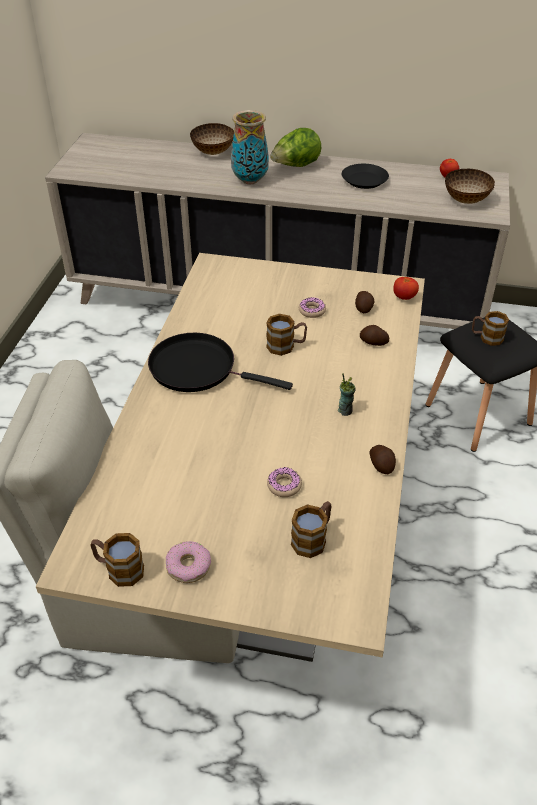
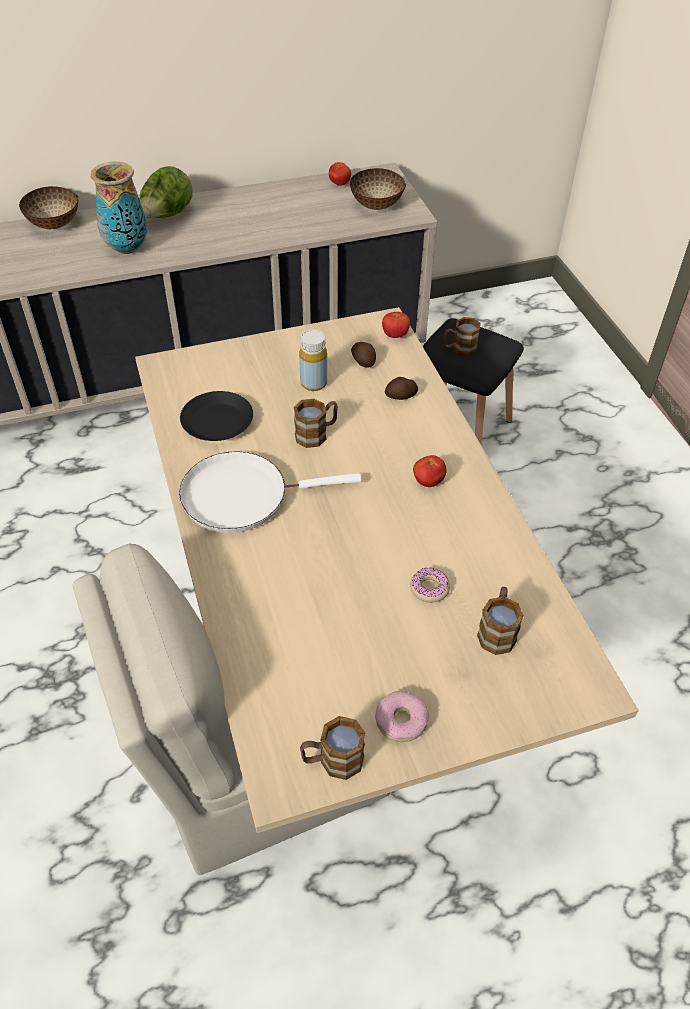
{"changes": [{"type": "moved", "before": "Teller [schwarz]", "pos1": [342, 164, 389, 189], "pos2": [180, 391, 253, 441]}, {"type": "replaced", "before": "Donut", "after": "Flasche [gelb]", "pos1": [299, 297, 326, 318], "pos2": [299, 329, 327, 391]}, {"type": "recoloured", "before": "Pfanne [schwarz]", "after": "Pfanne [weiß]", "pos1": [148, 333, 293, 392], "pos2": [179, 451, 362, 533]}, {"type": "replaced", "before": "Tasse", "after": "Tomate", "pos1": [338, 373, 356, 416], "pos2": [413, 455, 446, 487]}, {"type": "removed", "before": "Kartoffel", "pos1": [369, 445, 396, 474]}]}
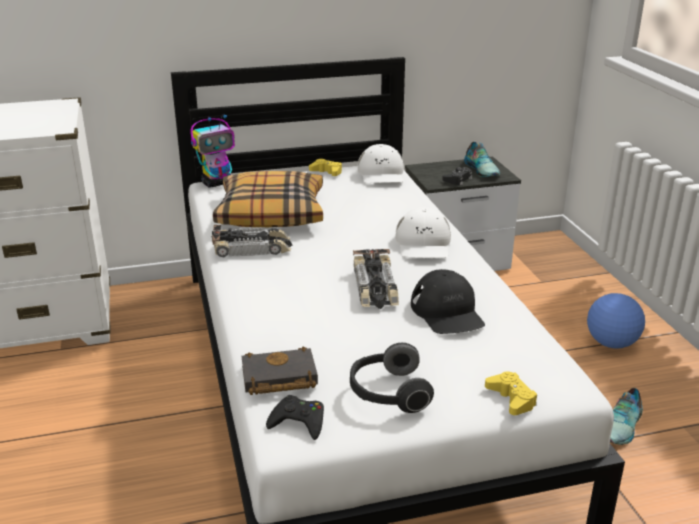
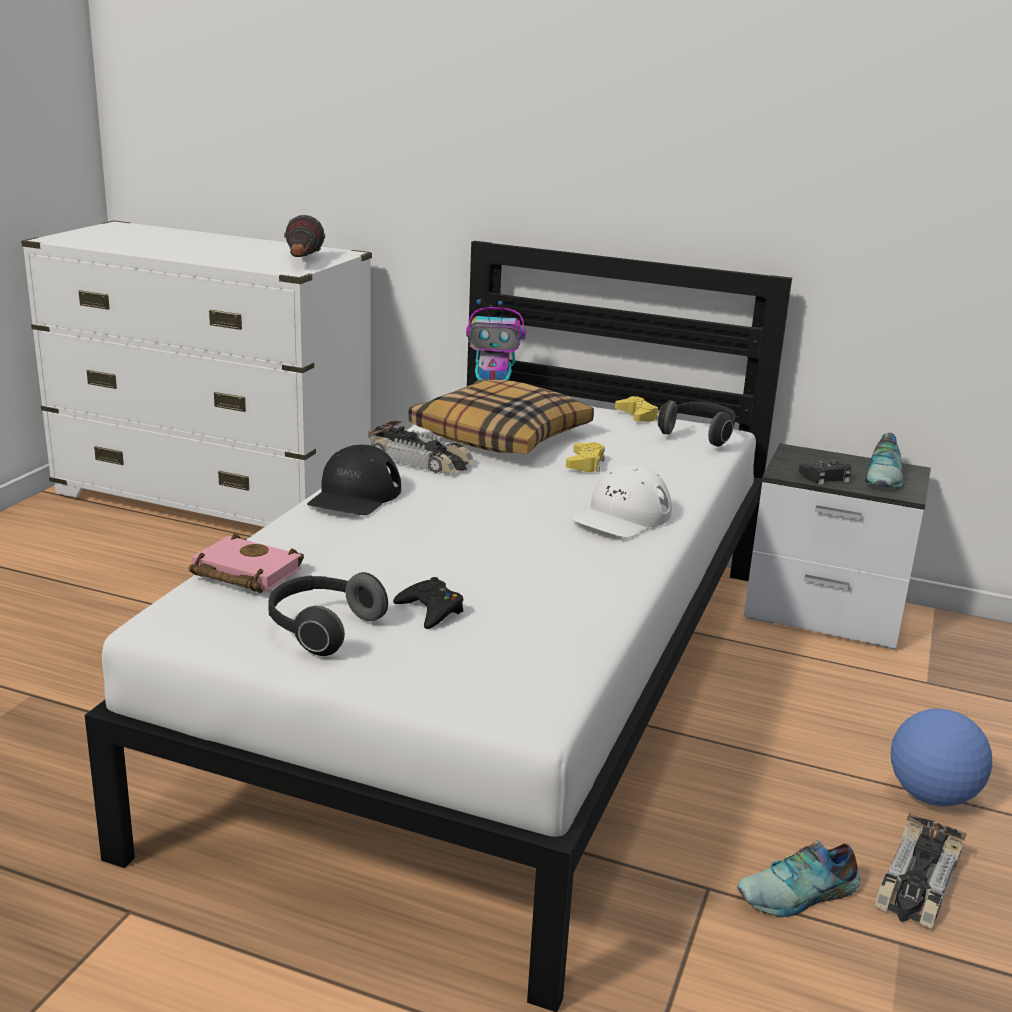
{"changes": [{"type": "replaced", "before": "Kappe [weiß]", "after": "Kopfhörer", "pos1": [358, 144, 404, 183], "pos2": [658, 400, 735, 447]}, {"type": "moved", "before": "Spielzeugauto", "pos1": [353, 249, 399, 309], "pos2": [874, 813, 967, 929]}, {"type": "moved", "before": "Kappe [schwarz]", "pos1": [411, 269, 485, 334], "pos2": [307, 445, 401, 515]}, {"type": "recoloured", "before": "Buch [schwarz]", "after": "Buch [rosa]", "pos1": [242, 346, 318, 395], "pos2": [188, 534, 304, 593]}, {"type": "moved", "before": "Gamepad [gelb]", "pos1": [485, 372, 537, 415], "pos2": [566, 442, 605, 472]}, {"type": "moved", "before": "Gamepad [schwarz]", "pos1": [266, 395, 324, 440], "pos2": [393, 577, 463, 629]}, {"type": "added", "after": "Taschenlampe", "pos2": [284, 215, 325, 257]}]}
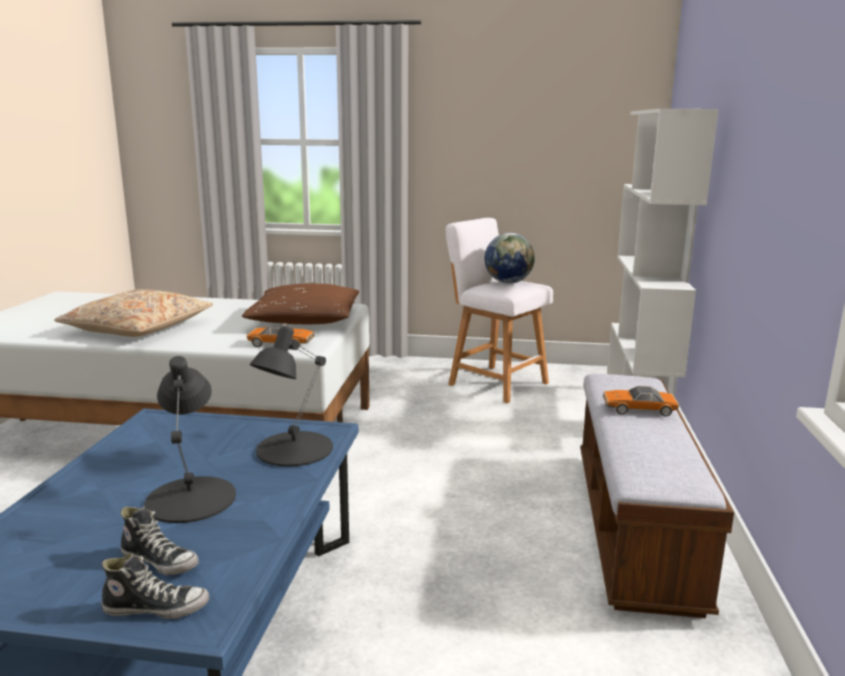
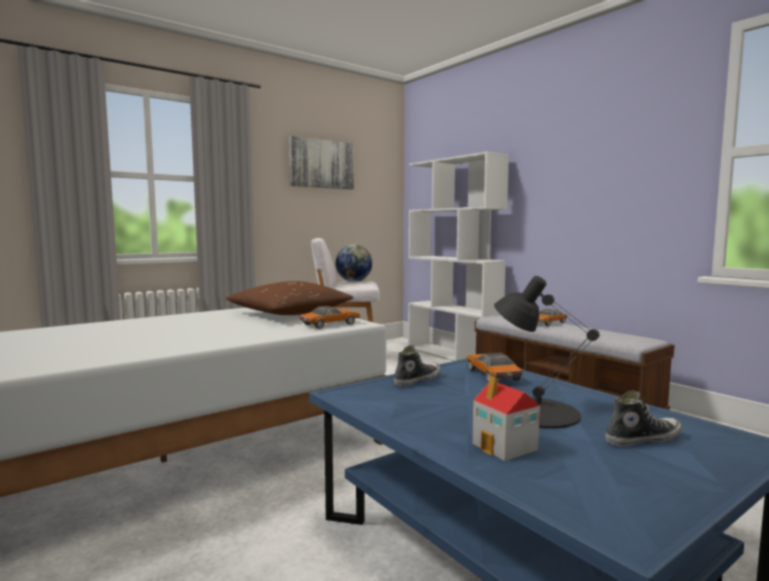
{"changes": [{"type": "removed", "before": "Kissen [beige]", "pos1": [54, 289, 213, 337]}, {"type": "replaced", "before": "Tischlampe [schwarz]", "after": "Spielzeugauto", "pos1": [250, 326, 333, 467], "pos2": [466, 353, 523, 382]}, {"type": "moved", "before": "Schuh", "pos1": [101, 553, 210, 619], "pos2": [394, 345, 440, 386]}, {"type": "added", "after": "Bild", "pos2": [289, 136, 354, 189]}, {"type": "added", "after": "Spielzeughaus", "pos2": [472, 376, 540, 461]}]}
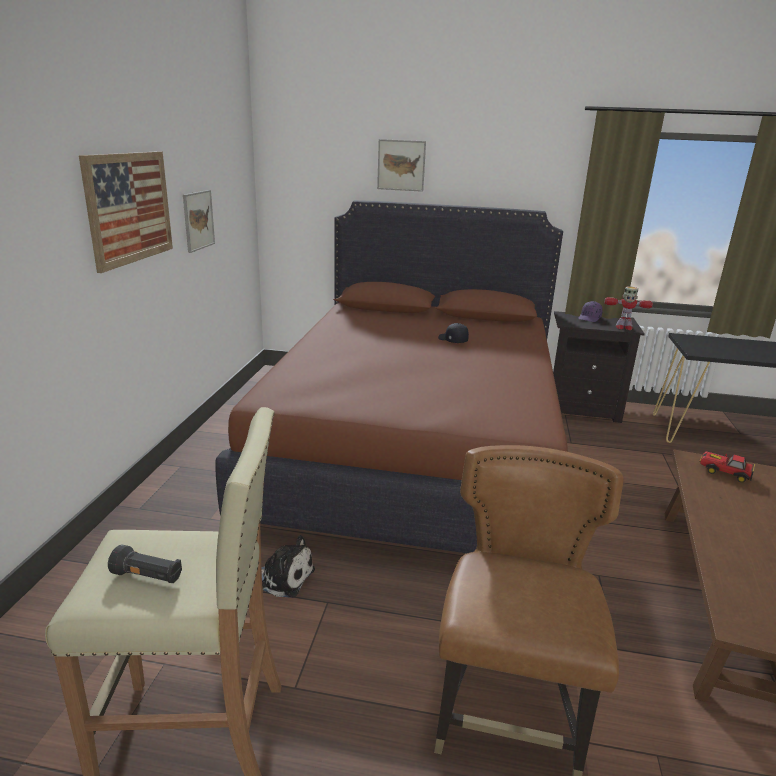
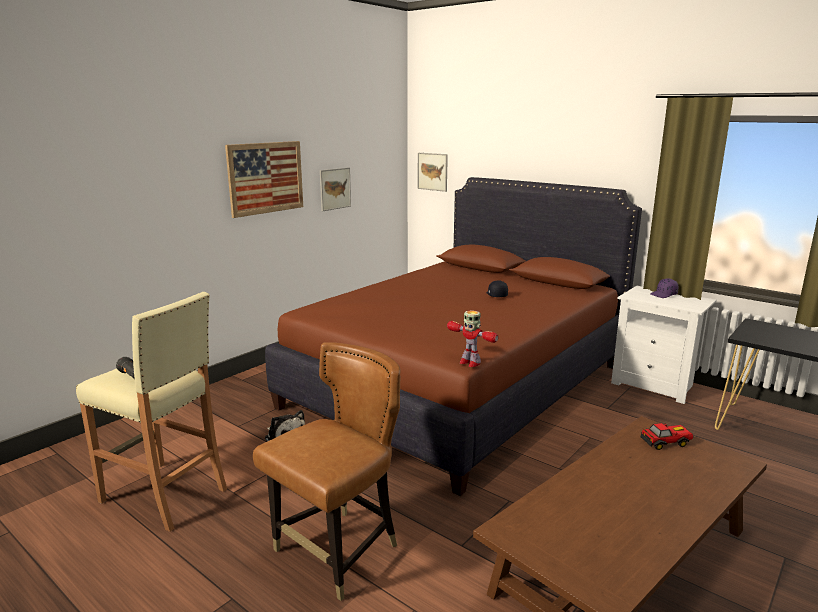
{"changes": [{"type": "moved", "before": "Bild", "pos1": [377, 139, 426, 192], "pos2": [418, 153, 448, 192]}, {"type": "moved", "before": "Spielzeugroboter", "pos1": [604, 287, 653, 330], "pos2": [447, 310, 499, 367]}, {"type": "recoloured", "before": "Nachttisch [schwarz]", "after": "Nachttisch [weiß]", "pos1": [553, 311, 645, 423], "pos2": [611, 286, 717, 404]}, {"type": "turned", "before": "Spielzeugauto", "pos1": [700, 452, 755, 483], "pos2": [640, 423, 693, 450], "turn": 105}]}
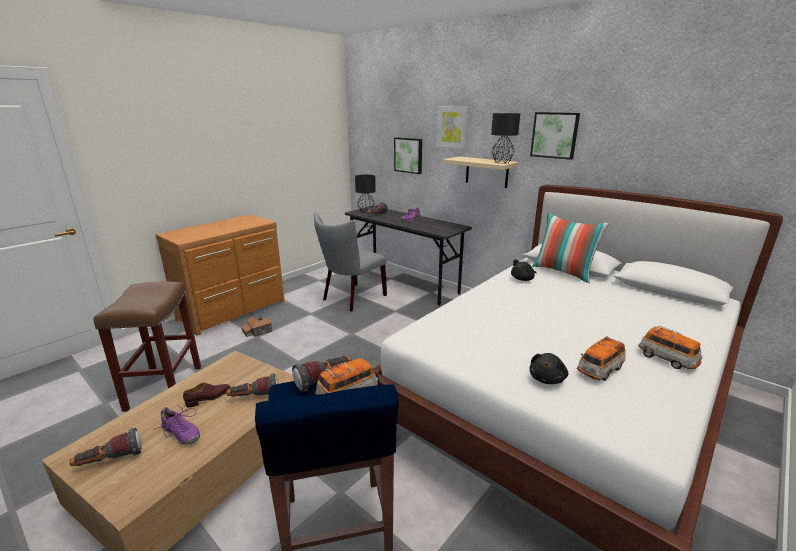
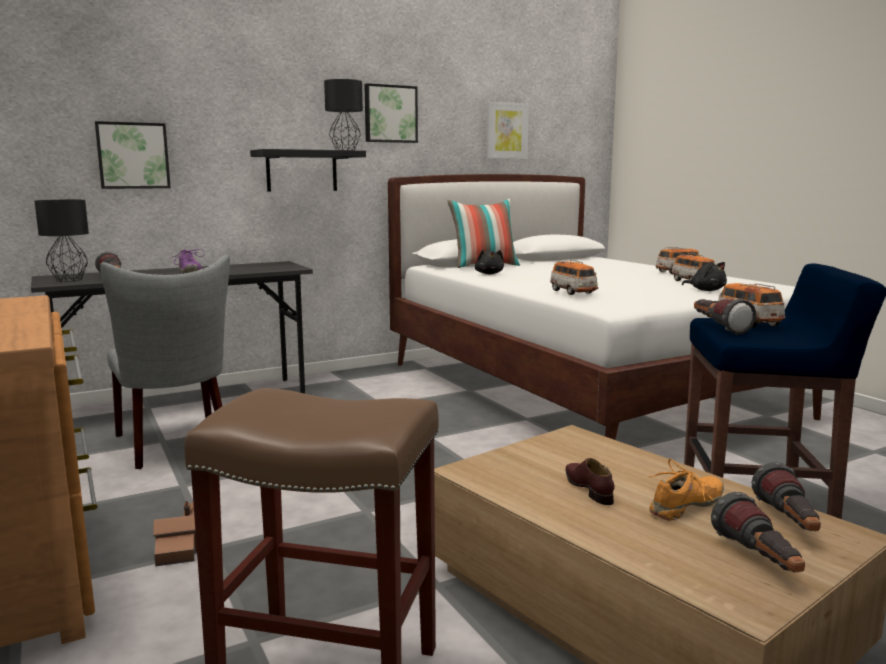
{"changes": [{"type": "moved", "before": "Bild", "pos1": [437, 106, 469, 149], "pos2": [487, 101, 529, 159]}, {"type": "recoloured", "before": "Wandregal [beige]", "after": "Wandregal [schwarz]", "pos1": [443, 157, 519, 188], "pos2": [250, 149, 366, 192]}, {"type": "moved", "before": "Taschenlampe", "pos1": [227, 374, 279, 397], "pos2": [752, 462, 821, 531]}, {"type": "recoloured", "before": "Schuh [lila]", "after": "Schuh [orange]", "pos1": [154, 405, 200, 445], "pos2": [649, 459, 724, 521]}, {"type": "added", "after": "Spielzeugauto", "pos2": [550, 260, 598, 295]}]}
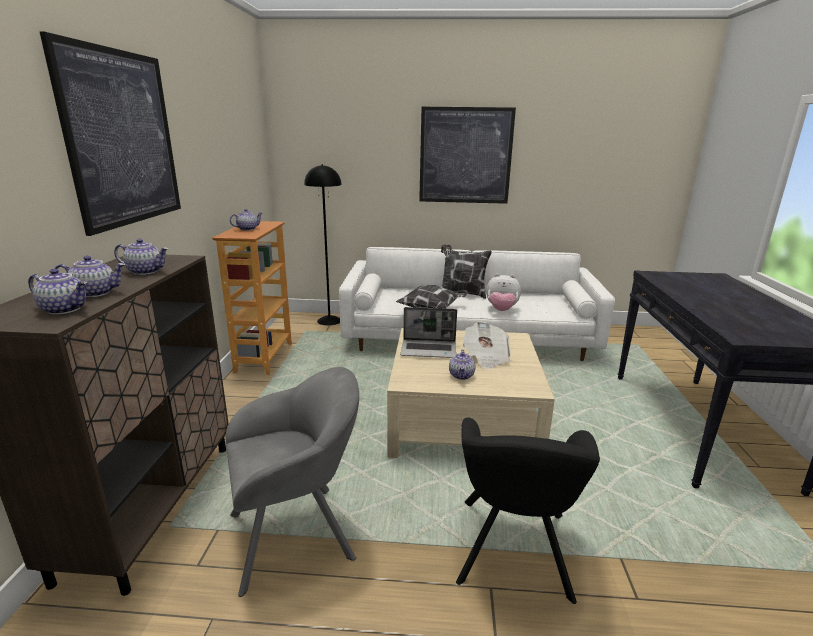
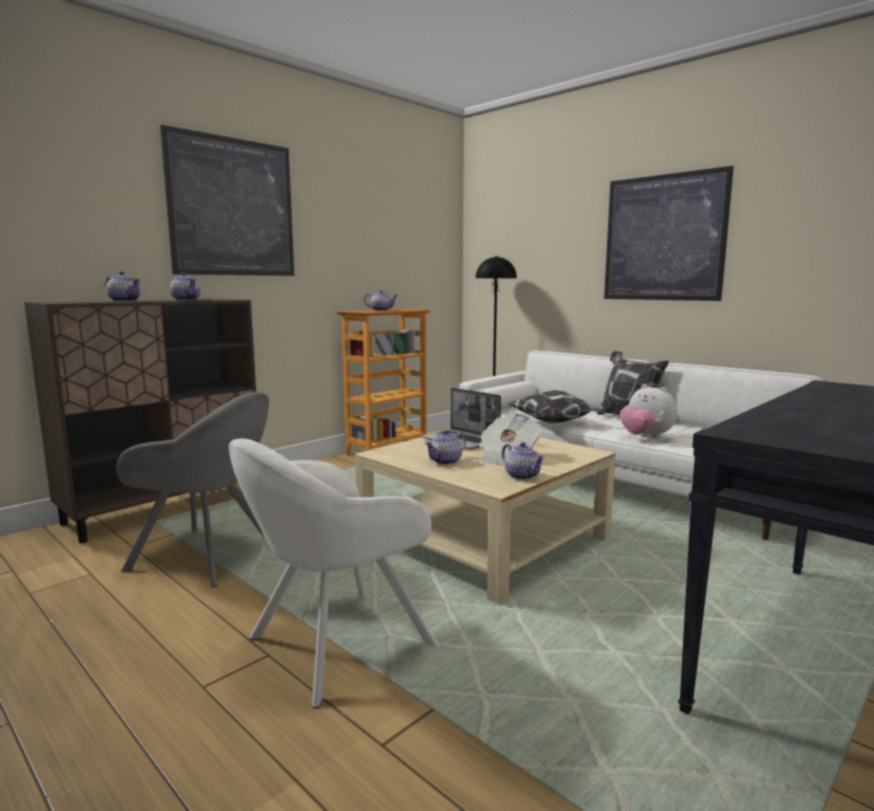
{"changes": [{"type": "moved", "before": "Teekanne", "pos1": [28, 269, 87, 315], "pos2": [502, 442, 545, 480]}, {"type": "recoloured", "before": "Sessel [schwarz]", "after": "Sessel [weiß]", "pos1": [456, 418, 600, 604], "pos2": [229, 438, 439, 708]}]}
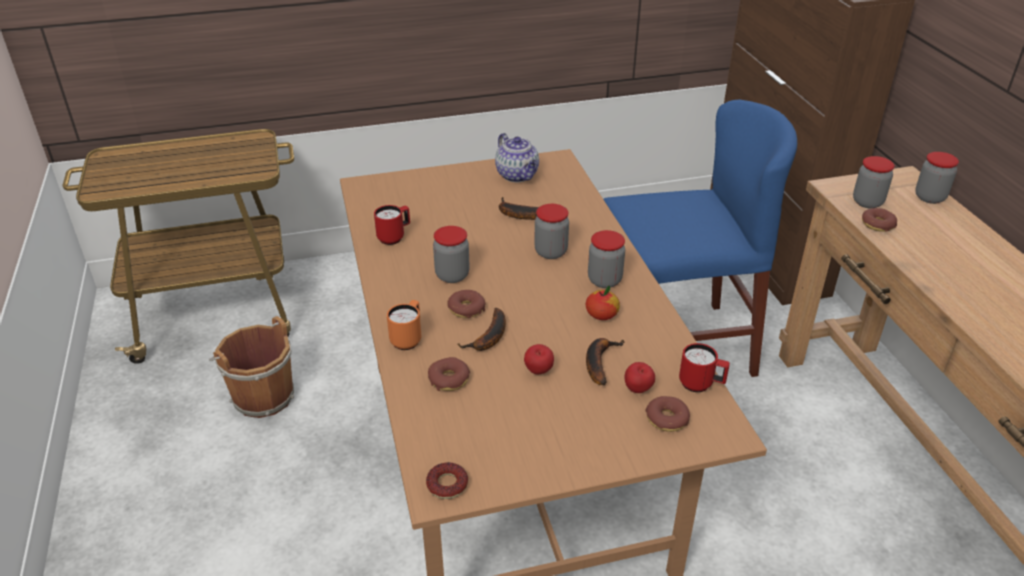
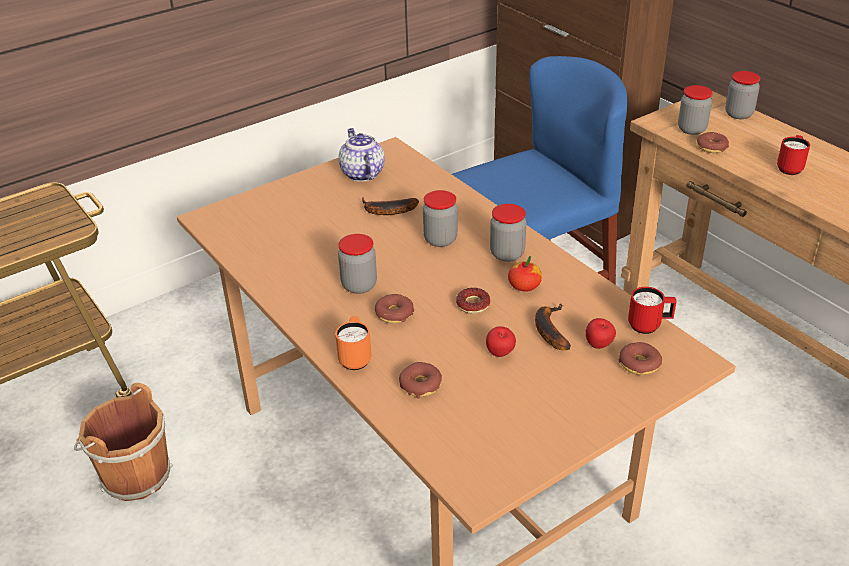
{"changes": [{"type": "turned", "before": "Teekanne", "pos1": [495, 133, 539, 182], "pos2": [339, 128, 385, 181], "turn": -150}, {"type": "moved", "before": "Henkelbecher [rot]", "pos1": [374, 205, 410, 245], "pos2": [777, 135, 810, 175]}, {"type": "removed", "before": "Banane", "pos1": [457, 308, 506, 351]}, {"type": "moved", "before": "Donut", "pos1": [426, 462, 468, 499], "pos2": [456, 288, 490, 314]}]}
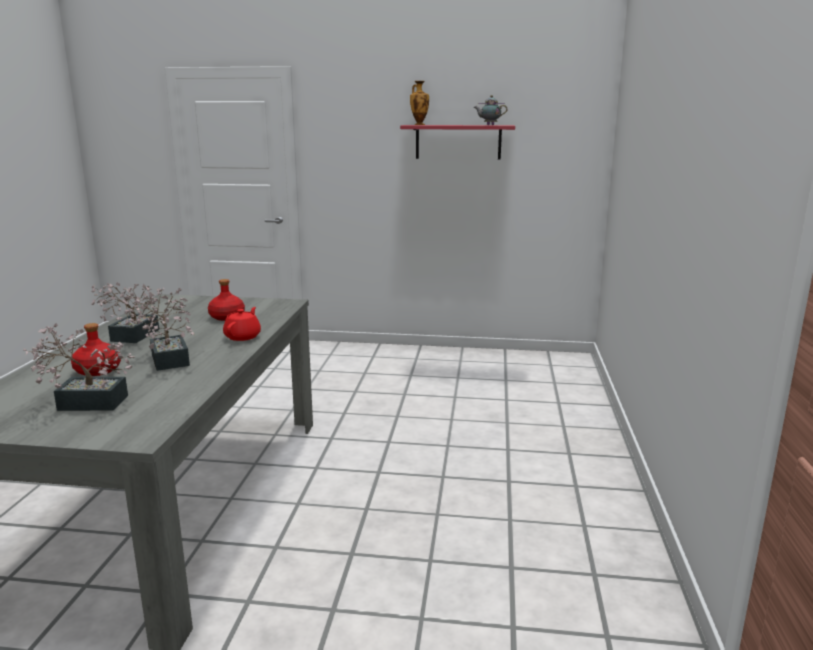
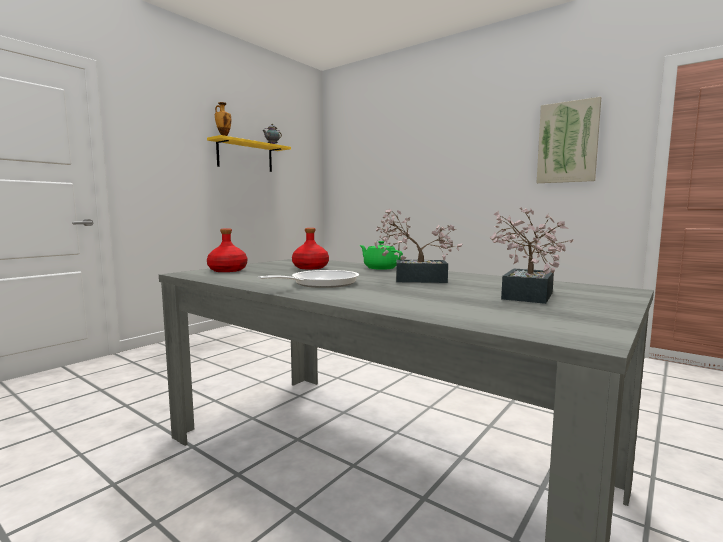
{"changes": [{"type": "recoloured", "before": "Wandregal [rot]", "after": "Wandregal [gelb]", "pos1": [400, 125, 515, 159], "pos2": [207, 135, 291, 172]}, {"type": "replaced", "before": "Topfpflanze", "after": "Pfanne", "pos1": [91, 282, 159, 343], "pos2": [258, 270, 359, 288]}, {"type": "recoloured", "before": "Teekanne [rot]", "after": "Teekanne [grün]", "pos1": [223, 307, 261, 341], "pos2": [359, 241, 403, 270]}, {"type": "moved", "before": "Flasche [rot]", "pos1": [71, 323, 121, 376], "pos2": [207, 229, 247, 272]}, {"type": "added", "after": "Bild", "pos2": [537, 97, 601, 183]}]}
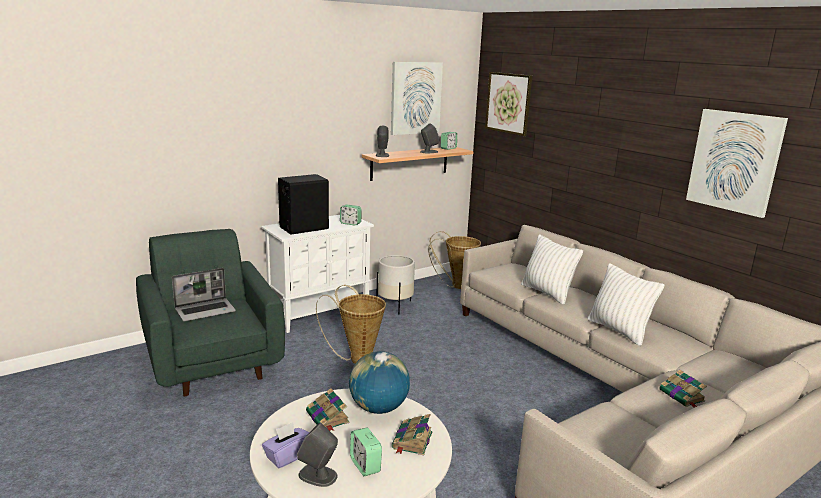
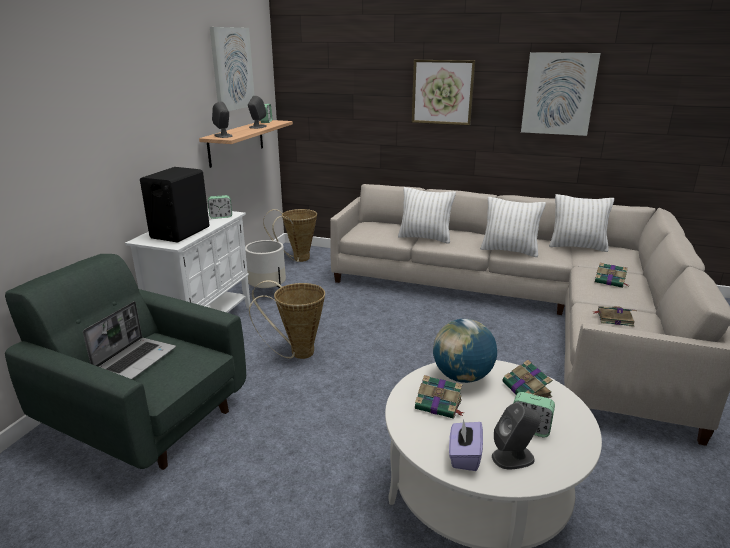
{"changes": [{"type": "moved", "before": "Bild", "pos1": [485, 72, 532, 136], "pos2": [412, 60, 475, 125]}, {"type": "added", "after": "Kissen [weiß]", "pos2": [549, 194, 614, 252]}, {"type": "added", "after": "Buch", "pos2": [592, 306, 637, 327]}]}
